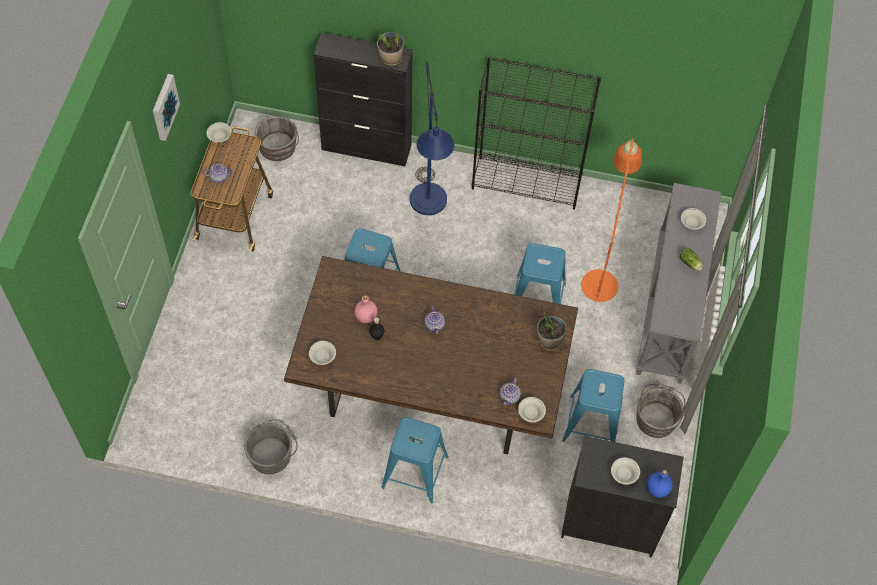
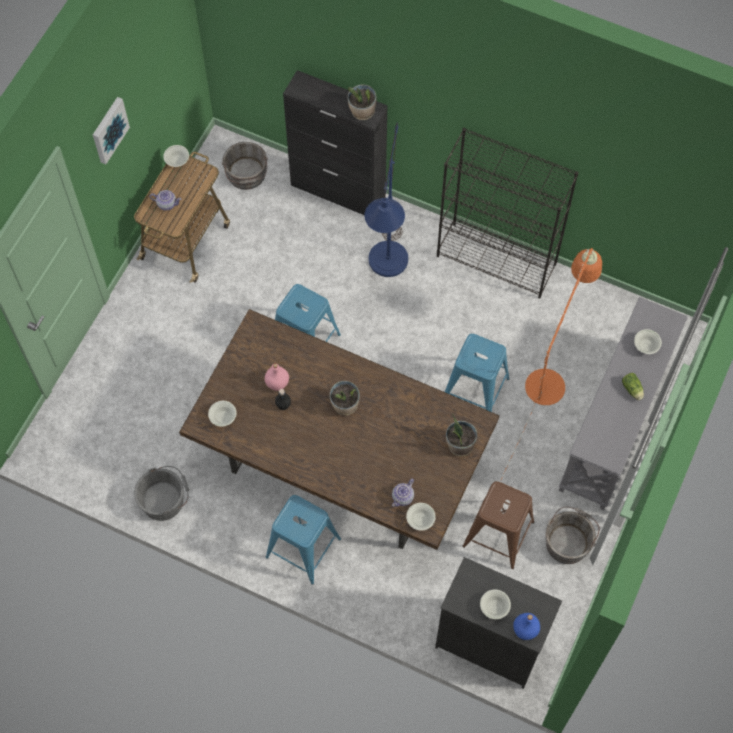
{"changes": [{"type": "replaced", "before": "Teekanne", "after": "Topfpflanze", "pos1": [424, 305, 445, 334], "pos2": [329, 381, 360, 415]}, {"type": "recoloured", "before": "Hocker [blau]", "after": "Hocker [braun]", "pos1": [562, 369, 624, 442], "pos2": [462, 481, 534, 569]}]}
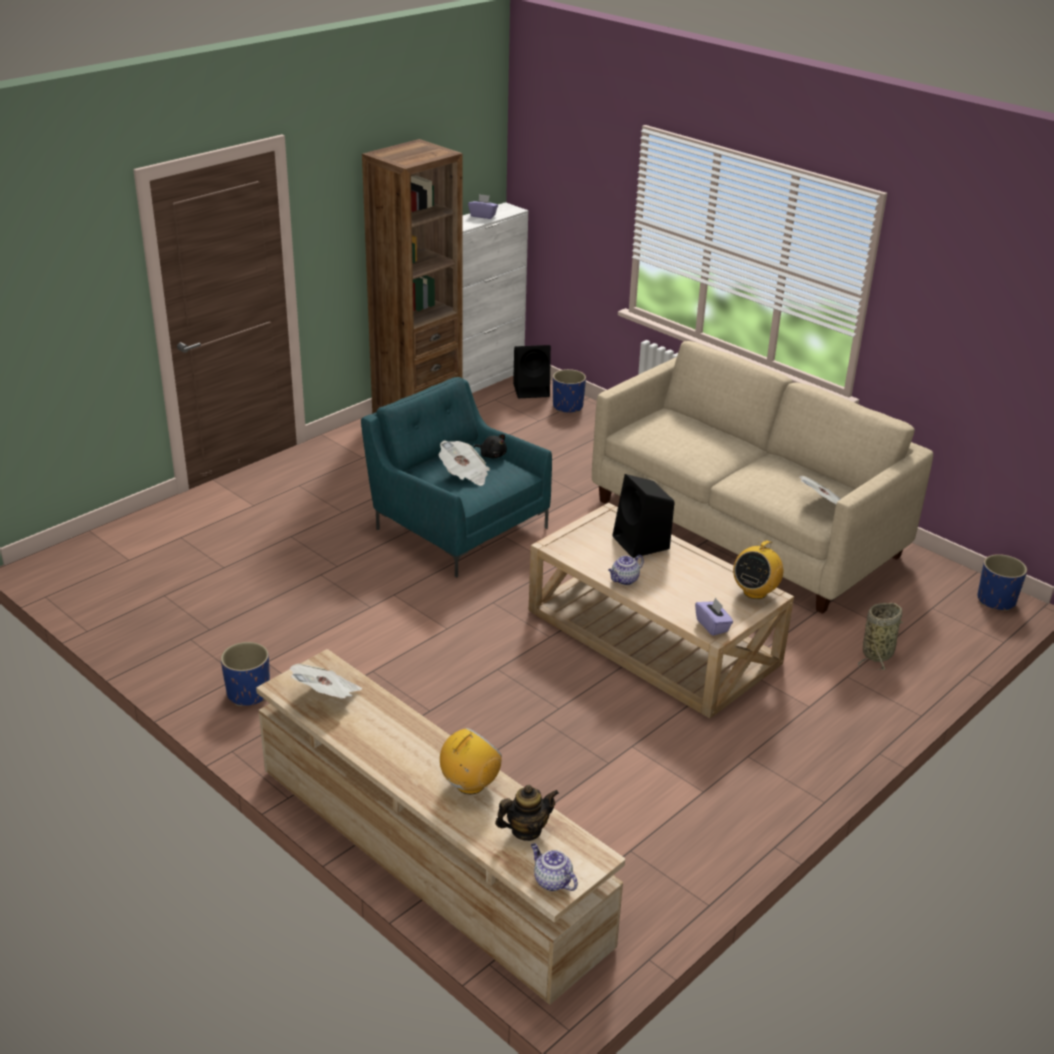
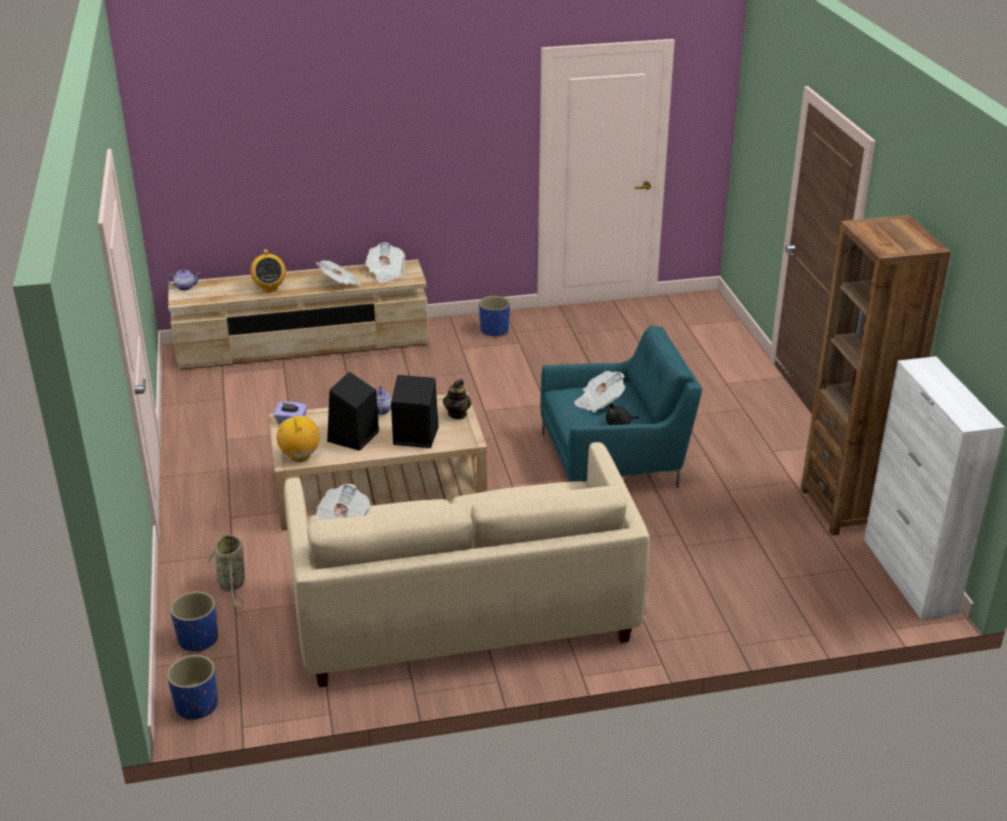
{"changes": [{"type": "removed", "before": "Taschentuchbox [lila]", "pos1": [468, 194, 498, 219]}, {"type": "moved", "before": "Lautsprecher [schwarz]", "pos1": [513, 345, 551, 398], "pos2": [327, 372, 379, 451]}, {"type": "moved", "before": "Pflanzkübel [blau]", "pos1": [553, 369, 586, 413], "pos2": [170, 591, 218, 653]}, {"type": "moved", "before": "Teekanne", "pos1": [495, 785, 559, 841], "pos2": [443, 379, 471, 419]}, {"type": "added", "after": "Zeitung", "pos2": [316, 260, 361, 286]}]}
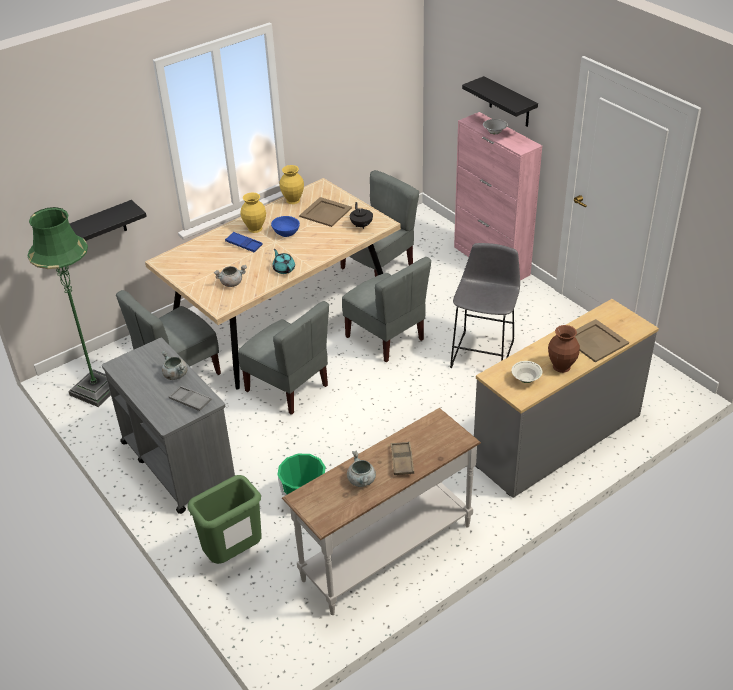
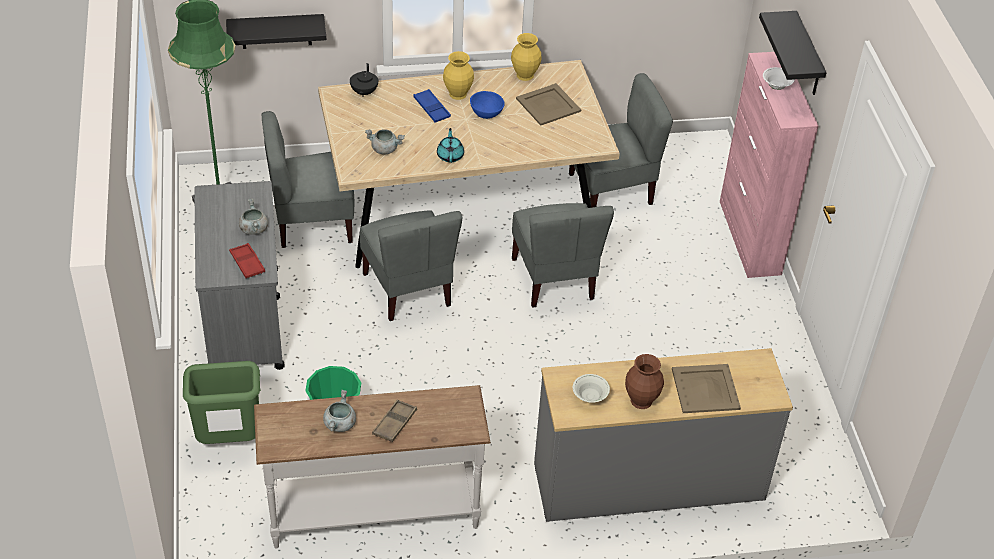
{"changes": [{"type": "moved", "before": "Teekanne [schwarz]", "pos1": [350, 202, 373, 229], "pos2": [350, 63, 378, 97]}, {"type": "removed", "before": "Hocker [grau]", "pos1": [450, 243, 520, 368]}, {"type": "recoloured", "before": "Tablett [grau]", "after": "Tablett [rot]", "pos1": [169, 386, 212, 411], "pos2": [229, 243, 265, 278]}]}
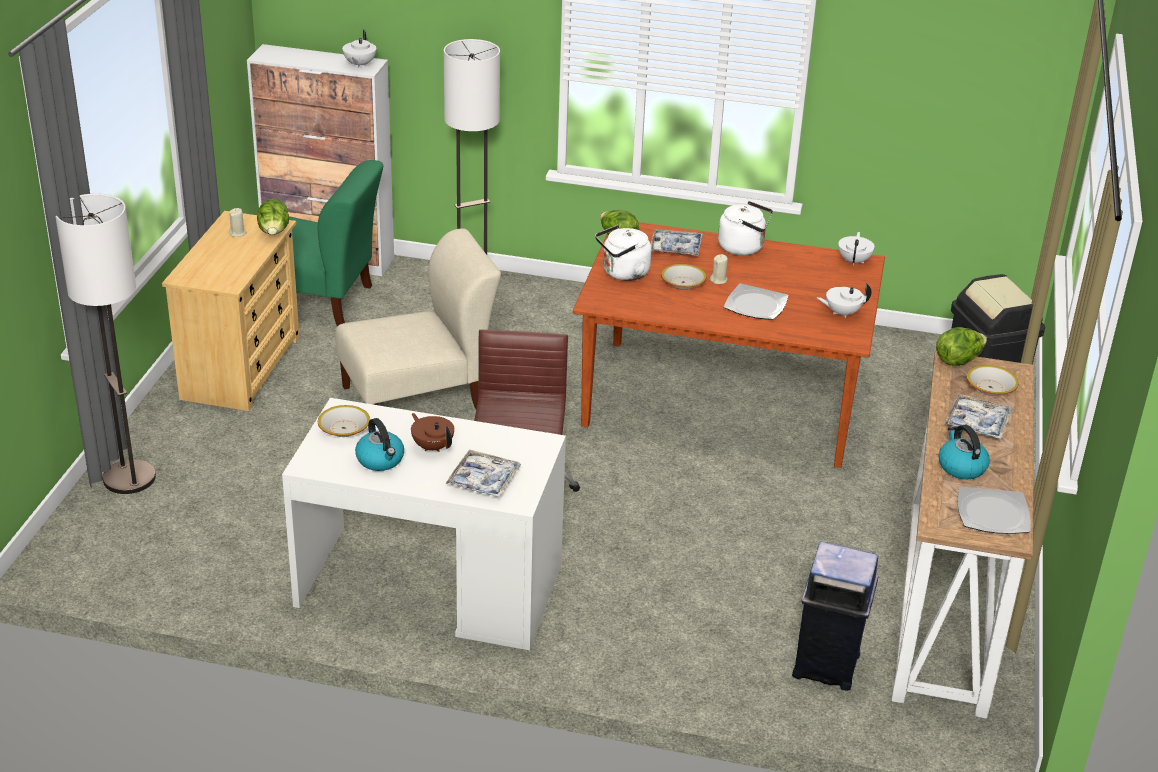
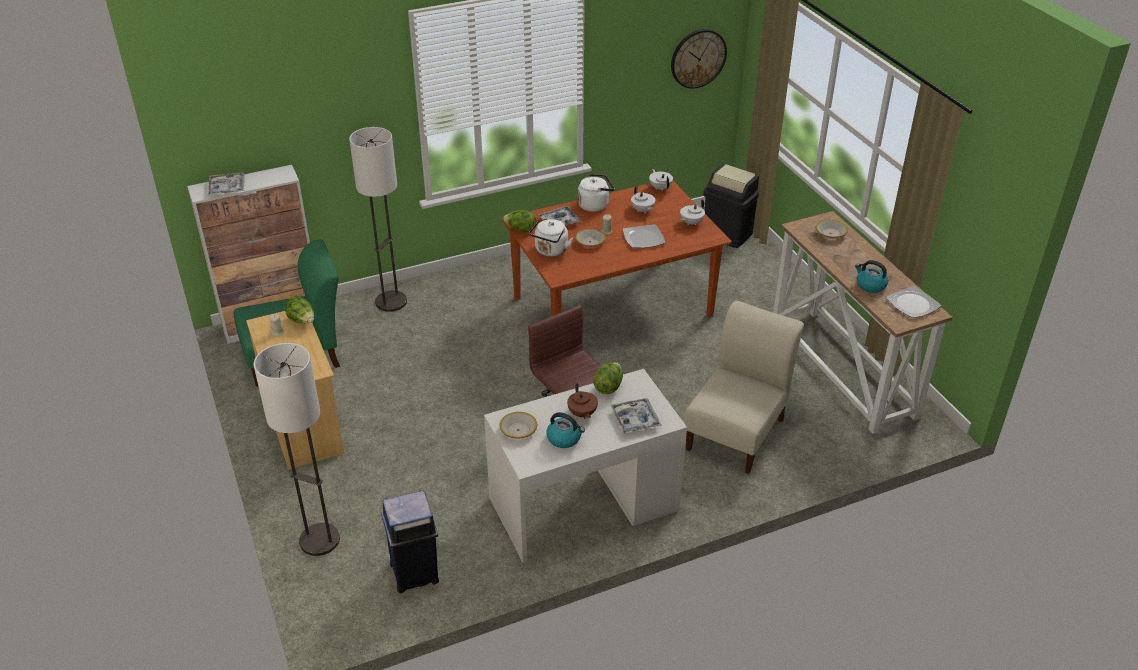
{"changes": [{"type": "moved", "before": "Teekanne [weiß]", "pos1": [342, 30, 376, 68], "pos2": [631, 186, 655, 213]}, {"type": "moved", "before": "Stuhl [beige]", "pos1": [335, 228, 501, 409], "pos2": [684, 301, 804, 474]}, {"type": "moved", "before": "Salatkopf", "pos1": [936, 327, 987, 366], "pos2": [593, 362, 623, 394]}, {"type": "moved", "before": "Tablett", "pos1": [944, 393, 1013, 439], "pos2": [208, 173, 245, 195]}, {"type": "turned", "before": "Teekanne [braun]", "pos1": [411, 413, 454, 452], "pos2": [567, 383, 598, 419], "turn": -120}, {"type": "moved", "before": "Mülleimer [blau]", "pos1": [792, 542, 879, 691], "pos2": [381, 490, 439, 593]}, {"type": "added", "after": "Wanduhr", "pos2": [671, 29, 727, 89]}]}
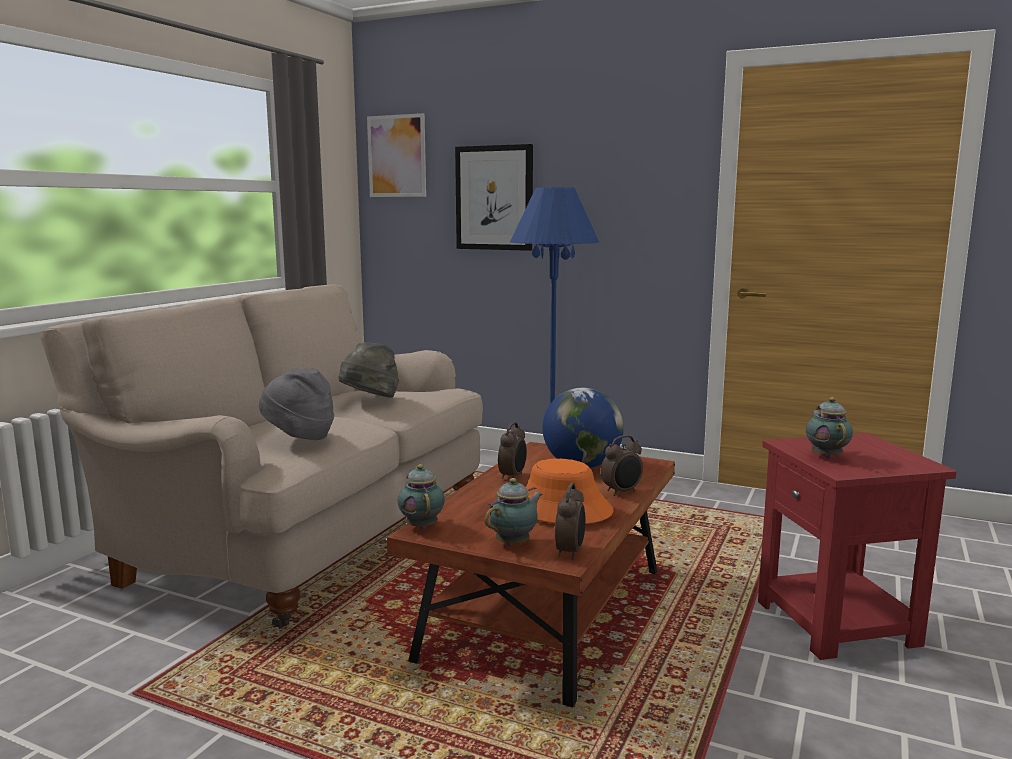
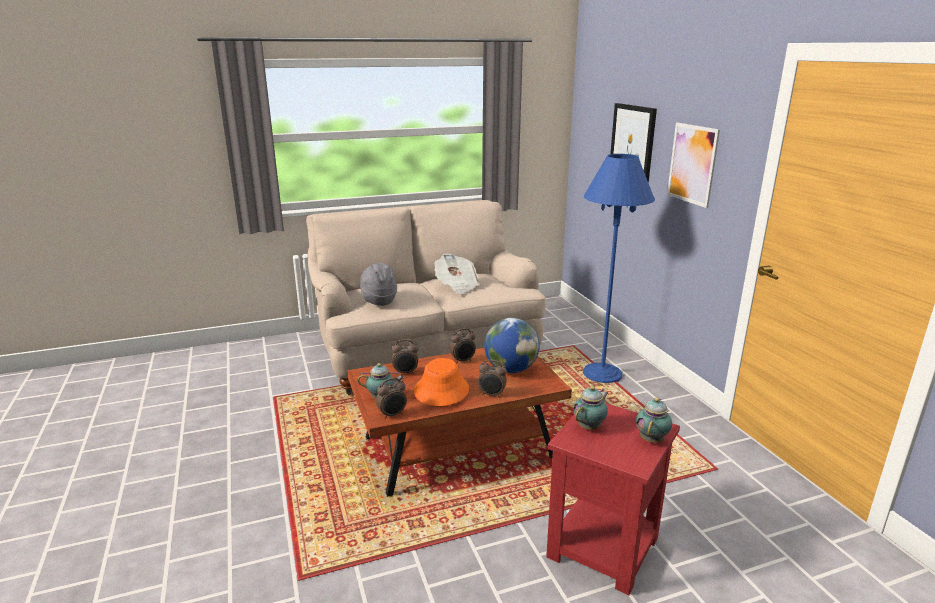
{"changes": [{"type": "moved", "before": "Bild", "pos1": [367, 113, 426, 197], "pos2": [667, 123, 720, 208]}, {"type": "replaced", "before": "Hut [grau]", "after": "Zeitung", "pos1": [339, 342, 399, 398], "pos2": [434, 254, 480, 294]}, {"type": "moved", "before": "Teekanne", "pos1": [398, 464, 445, 529], "pos2": [636, 398, 672, 443]}, {"type": "added", "after": "Wecker", "pos2": [392, 340, 418, 375]}]}
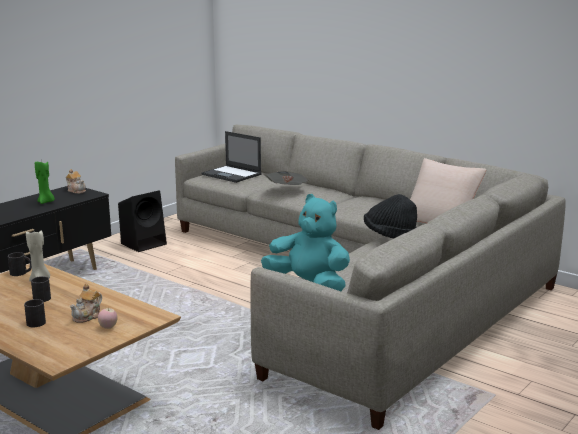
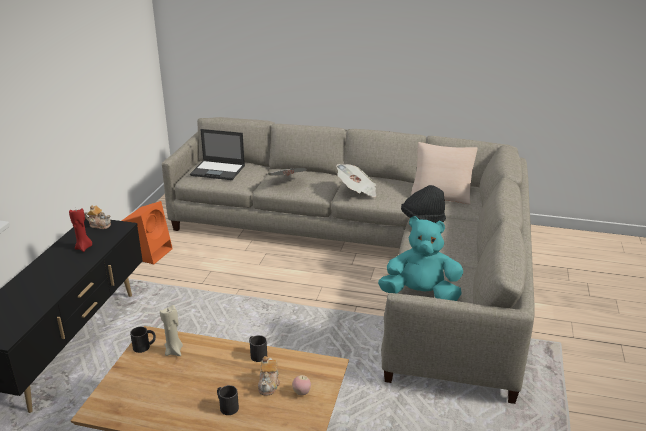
{"changes": [{"type": "recoloured", "before": "Kerze [grün]", "after": "Kerze [rot]", "pos1": [35, 161, 55, 204], "pos2": [69, 208, 92, 252]}, {"type": "recoloured", "before": "Lautsprecher [schwarz]", "after": "Lautsprecher [orange]", "pos1": [118, 191, 167, 252], "pos2": [122, 201, 173, 264]}, {"type": "moved", "before": "Henkelbecher [schwarz]", "pos1": [31, 276, 51, 302], "pos2": [249, 335, 267, 362]}, {"type": "added", "after": "Zeitung", "pos2": [336, 164, 376, 197]}]}
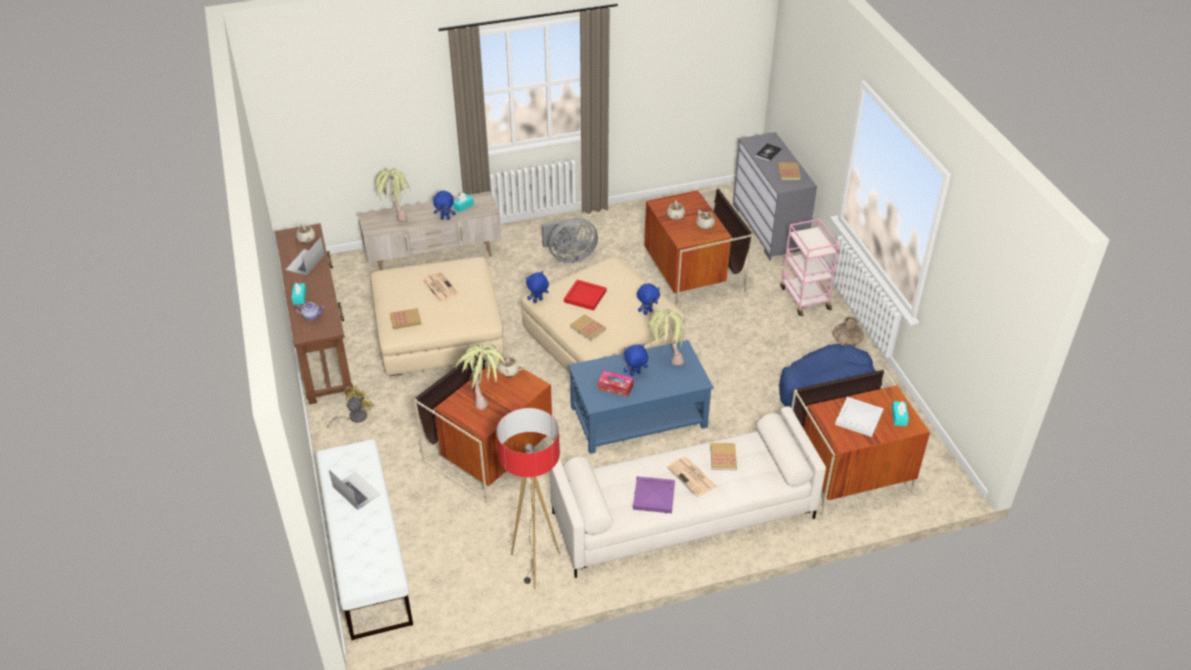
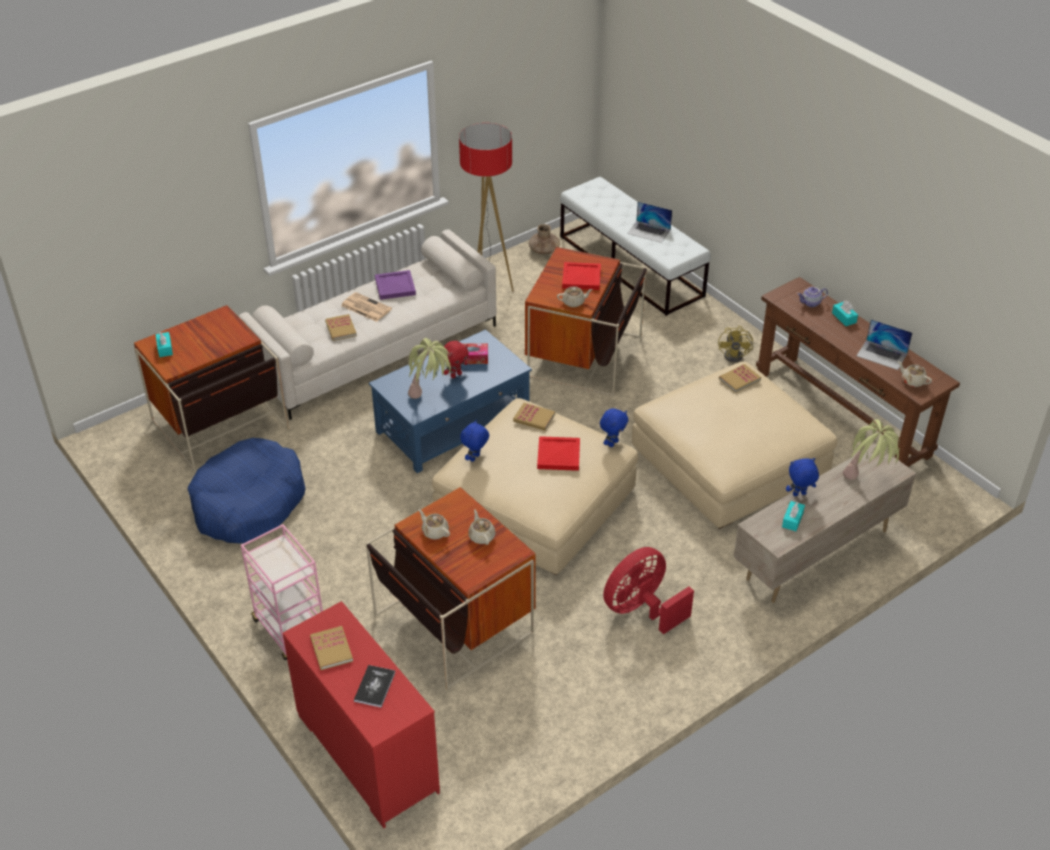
{"changes": [{"type": "recoloured", "before": "Kommode [grau]", "after": "Kommode [rot]", "pos1": [733, 132, 817, 261], "pos2": [282, 601, 440, 828]}, {"type": "recoloured", "before": "Ventilator [grau]", "after": "Ventilator [rot]", "pos1": [542, 218, 598, 263], "pos2": [603, 547, 694, 634]}, {"type": "turned", "before": "Laptop", "pos1": [286, 237, 325, 275], "pos2": [857, 319, 913, 370], "turn": 120}, {"type": "removed", "before": "Zeitung", "pos1": [422, 272, 459, 302]}, {"type": "moved", "before": "Vase [braun]", "pos1": [833, 316, 864, 345], "pos2": [529, 224, 560, 254]}, {"type": "replaced", "before": "Topfpflanze", "after": "Tablett [rot]", "pos1": [456, 343, 505, 410], "pos2": [562, 262, 601, 290]}, {"type": "recoloured", "before": "Plüschtier [blau]", "after": "Plüschtier [rot]", "pos1": [624, 344, 648, 376], "pos2": [444, 341, 469, 378]}, {"type": "removed", "before": "Tablett [weiß]", "pos1": [835, 397, 884, 437]}]}
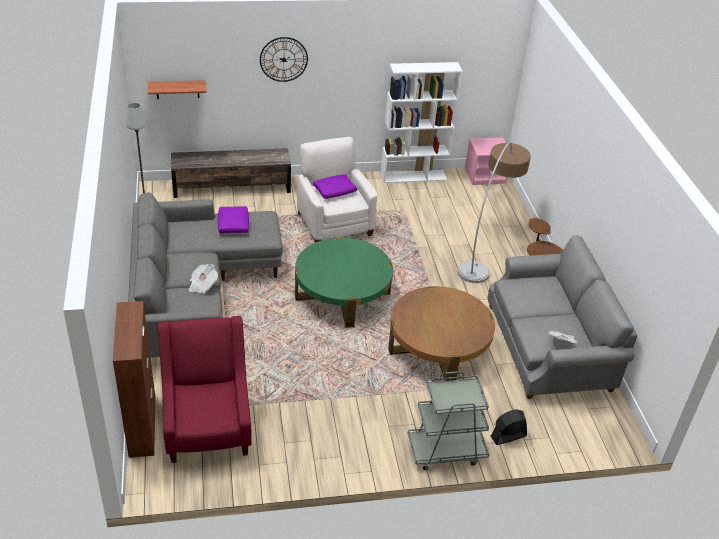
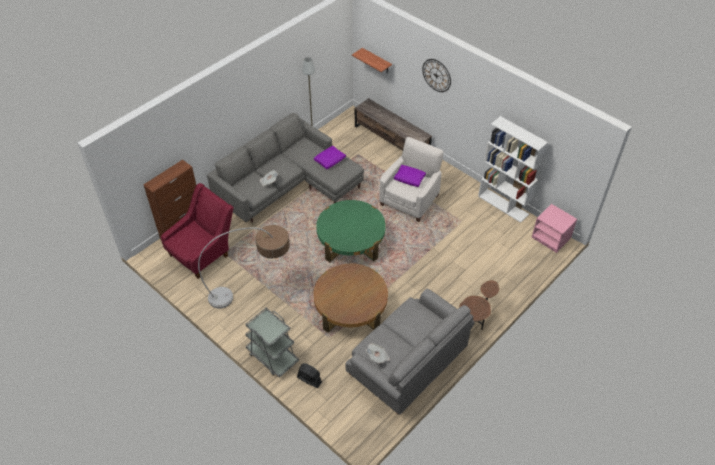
{"changes": [{"type": "moved", "before": "Stehlampe", "pos1": [458, 142, 531, 283], "pos2": [198, 225, 290, 308]}]}
